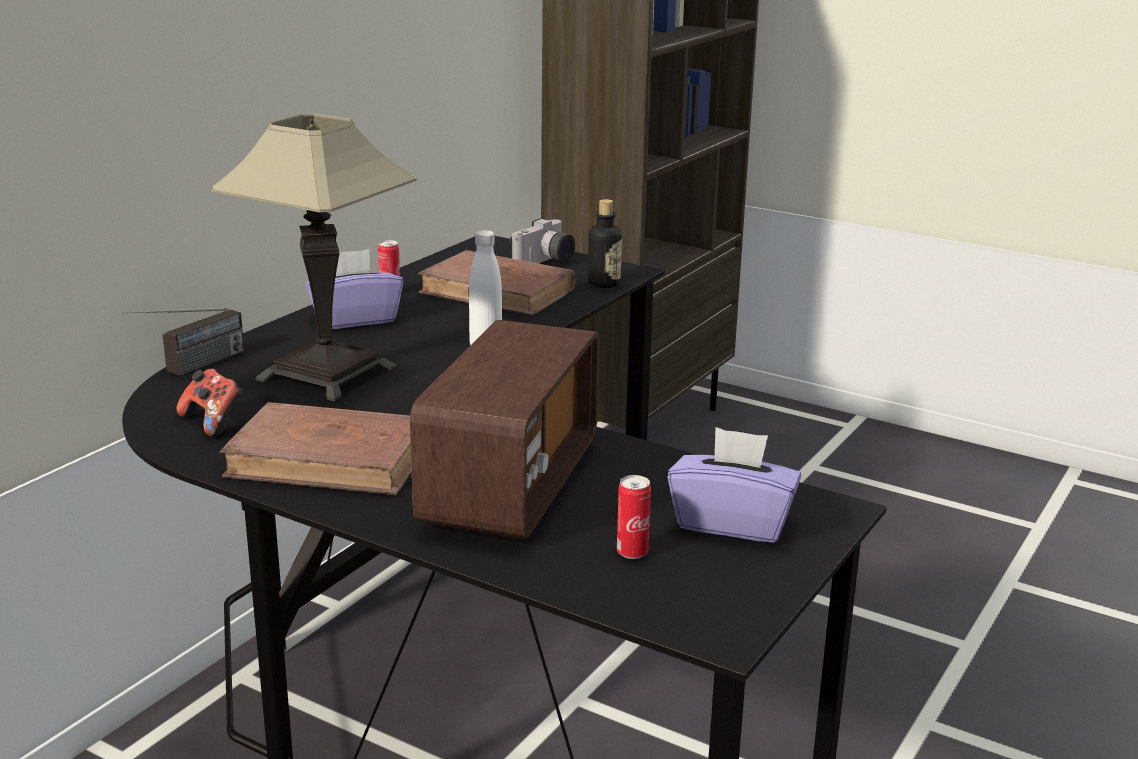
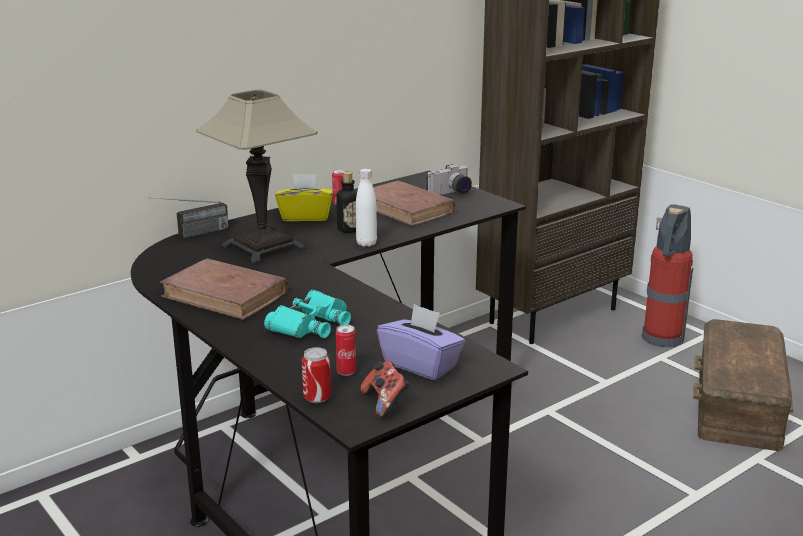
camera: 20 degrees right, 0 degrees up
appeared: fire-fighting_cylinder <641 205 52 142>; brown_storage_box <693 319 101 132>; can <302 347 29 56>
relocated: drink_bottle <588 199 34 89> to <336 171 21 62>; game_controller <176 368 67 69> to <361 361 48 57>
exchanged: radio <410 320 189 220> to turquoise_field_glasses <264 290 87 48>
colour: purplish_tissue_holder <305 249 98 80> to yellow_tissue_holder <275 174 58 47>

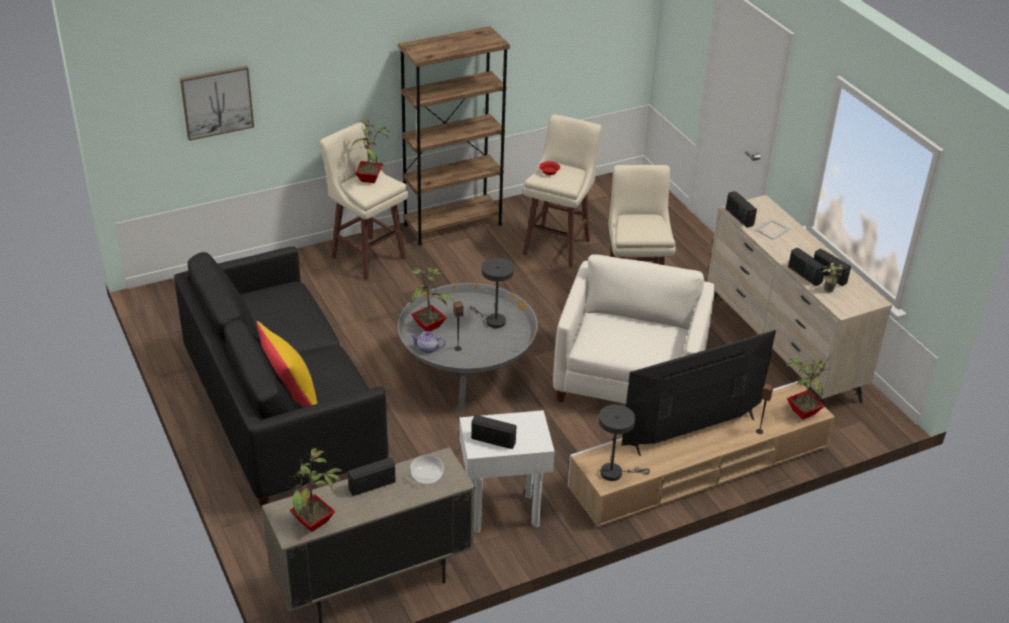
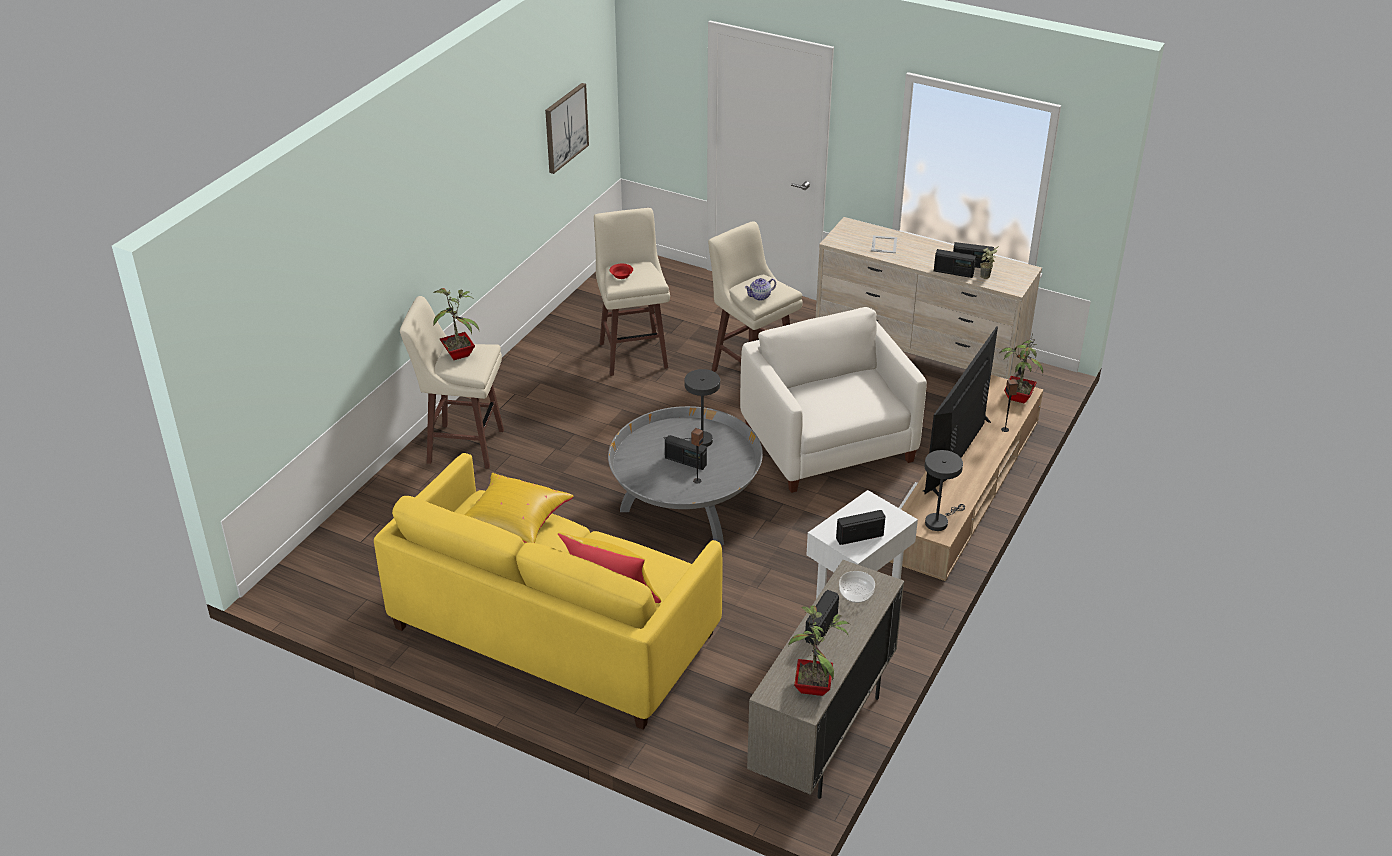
camera: 35 degrees left, 0 degrees up
missing: brown_bookcase <398 26 112 220>; potted_plant <410 267 44 64>
appeared: yellow_pillow <465 473 108 70>
relocated: wall_art <180 66 74 75> to <545 83 44 91>; radio <726 191 31 37> to <665 435 42 35>; teapot <410 331 35 22> to <745 278 31 23>
colour: blackish_sofa <174 246 215 262> to yellow_sofa <374 453 349 277>

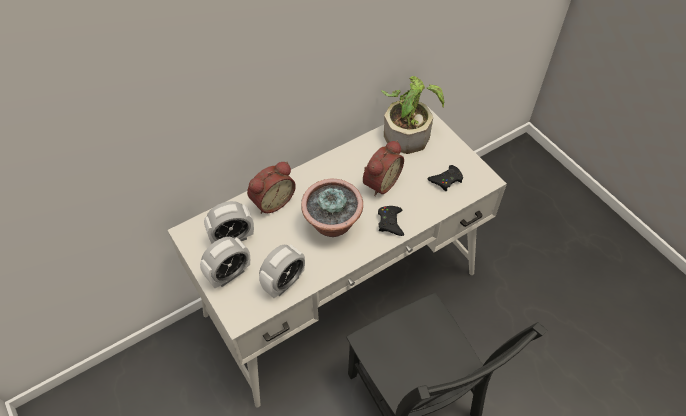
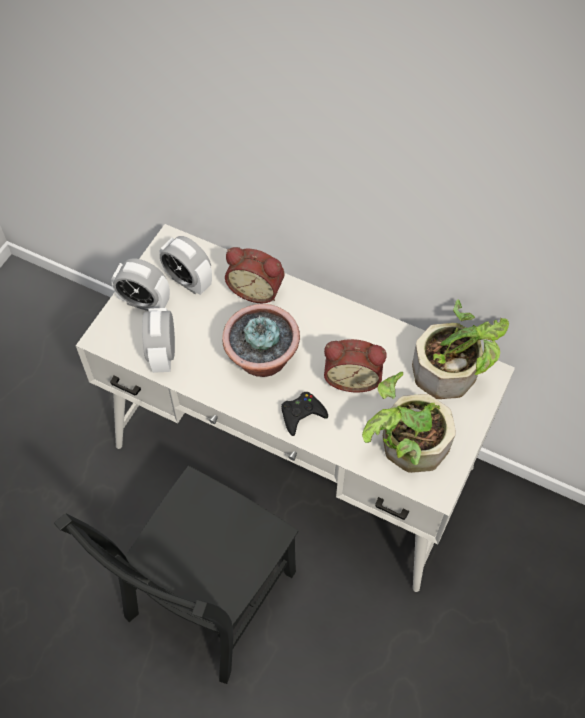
camera: 60 degrees right, 5 degrees up
exchanged: blackish_game_controller <427 165 36 26> to potted_plant <362 372 94 101>
spun: bedside_clock <259 245 46 53> = <142 308 33 65> 75 degrees clockwise

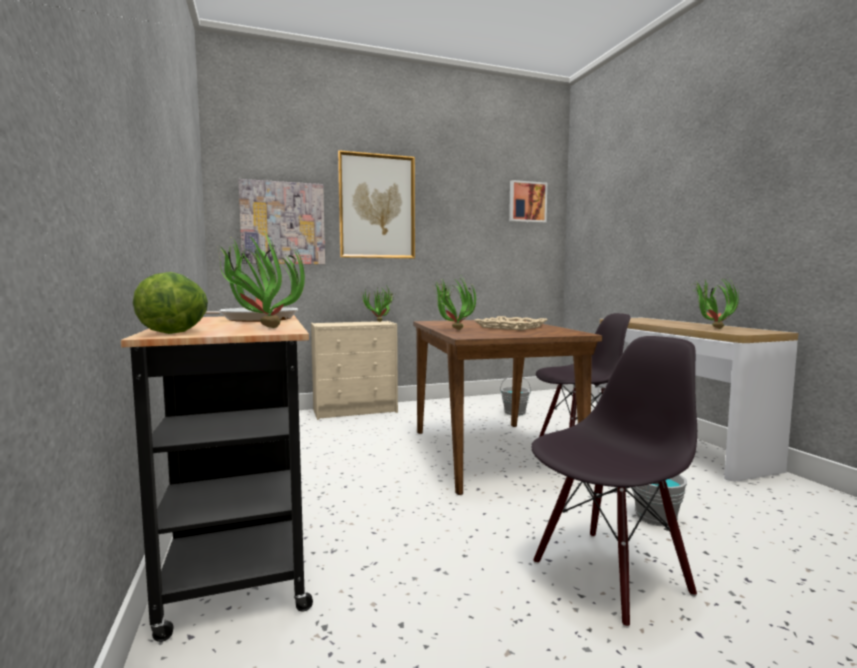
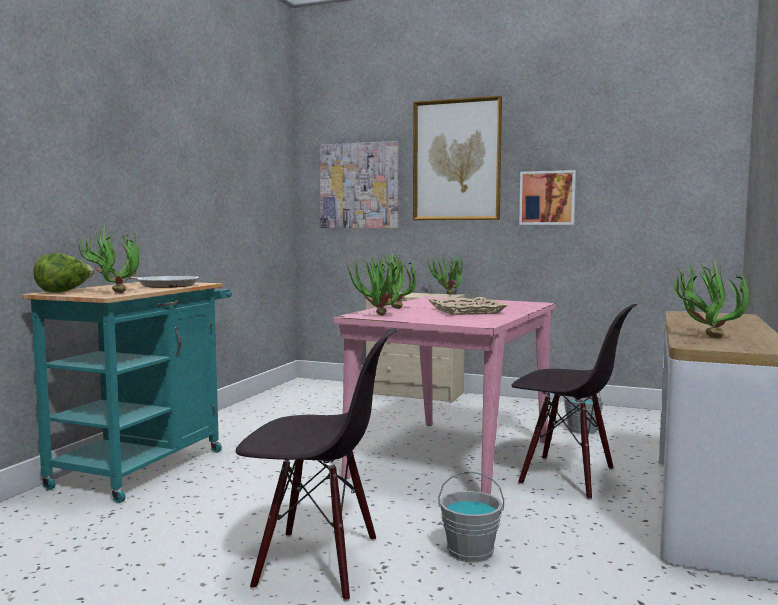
camera: 40 degrees right, 0 degrees up
appeared: potted_plant <347 251 54 65>
relocated: wall_art <509 180 38 43> to <519 170 57 55>
colour: blackish_cart <121 315 192 327> to turquoise_cart <21 282 211 221>; brown_kitchen_table <413 320 190 175> to pinkish_kitchen_table <333 296 223 198>

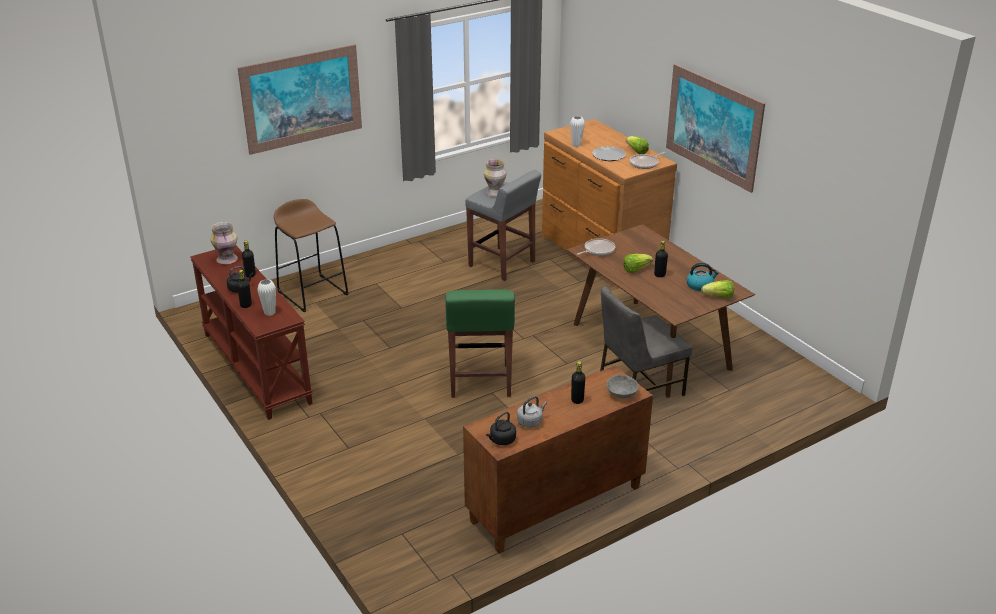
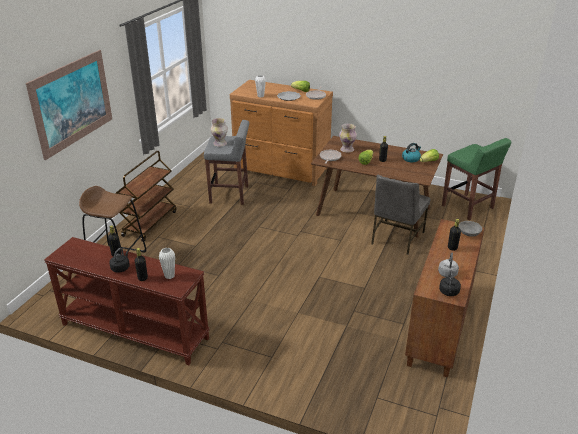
camera: 35 degrees left, 0 degrees up
missing: wall_art <666 64 99 129>
appeared: brown_cart <116 151 61 91>
relocated: flower_vase <210 222 28 42> to <339 124 18 28>; green-coloured_sitting_stool <445 289 70 109> to <442 138 69 82>

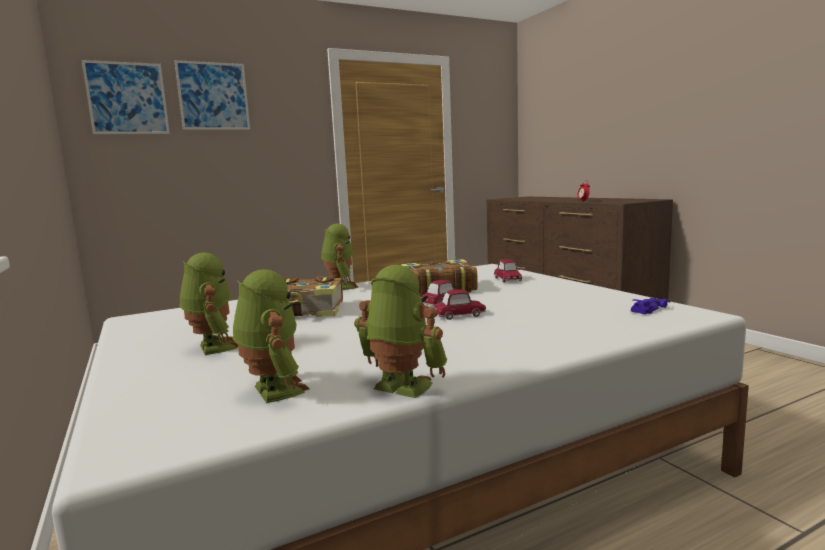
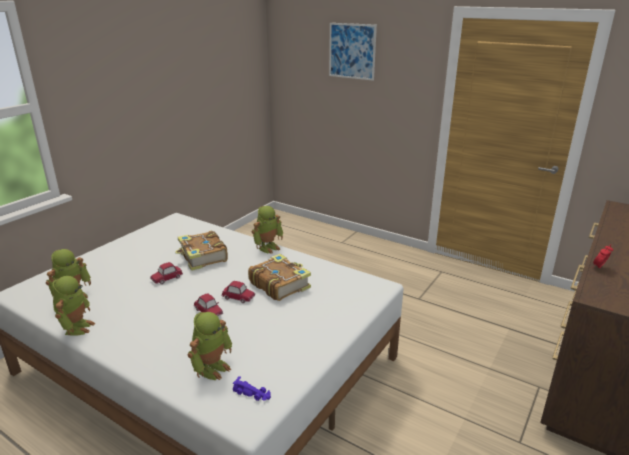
camera: 60 degrees right, 15 degrees up
missing: wall_art <82 60 88 74>
relocated: toy_robot <179 252 59 103> to <188 312 44 68>; model_car <494 259 28 23> to <150 262 33 22>

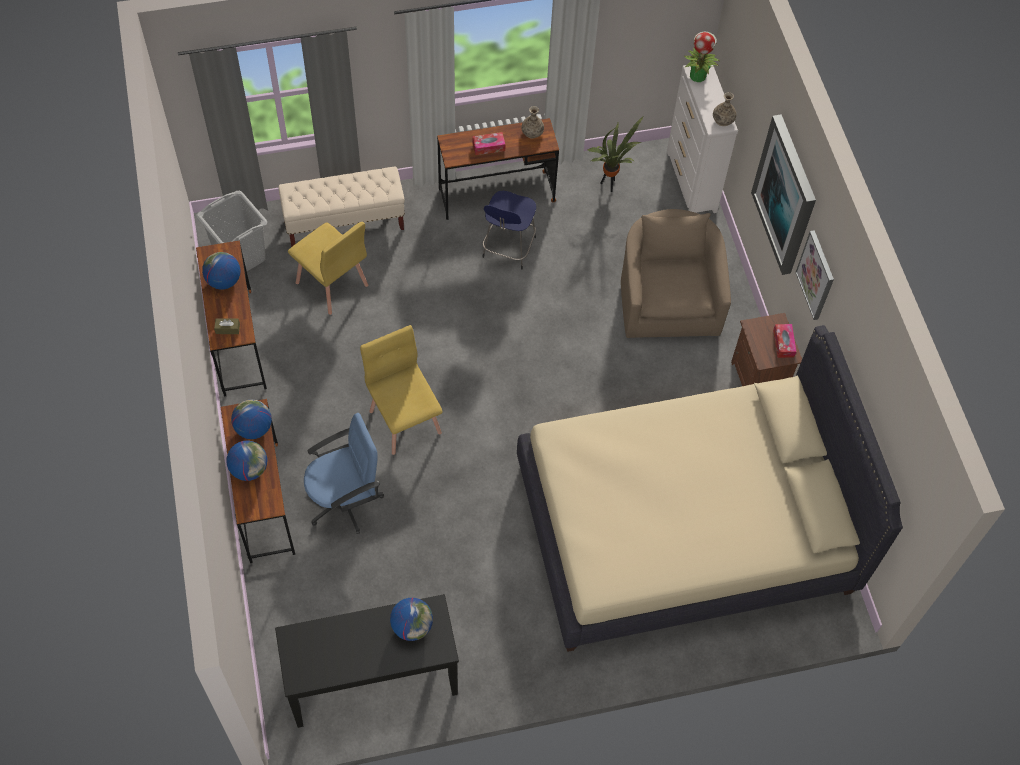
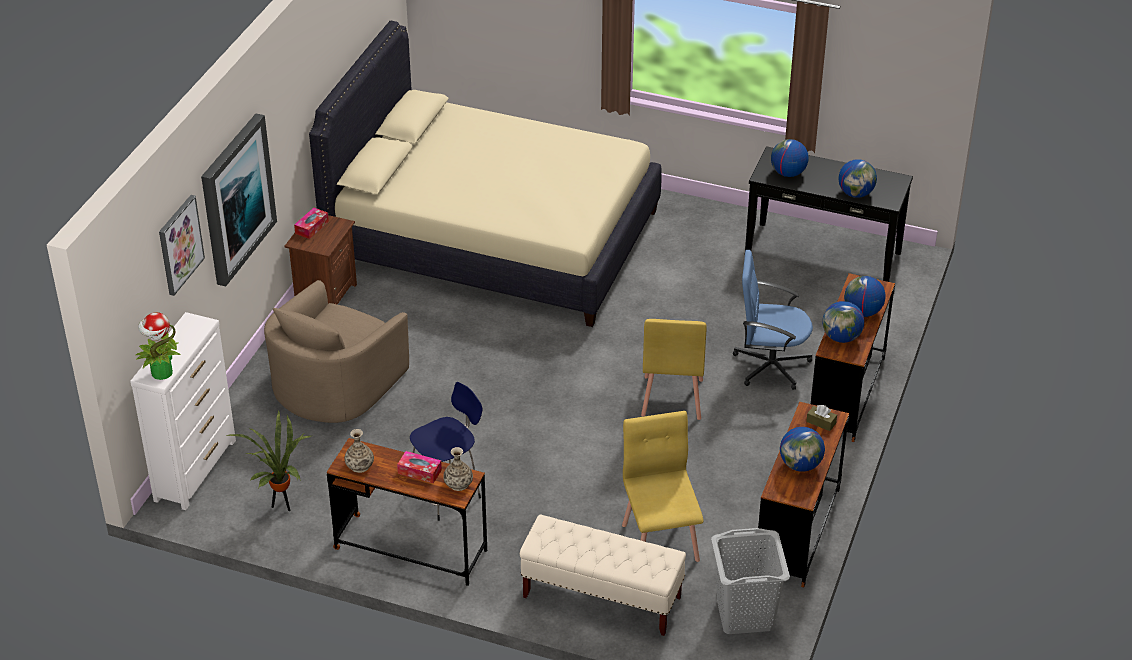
camera: 145 degrees left, 20 degrees down
appeared: globe <838 159 39 39>
relocated: flower_vase <713 92 23 34> to <443 447 30 44>; wall_art <795 230 39 90> to <159 195 46 101>

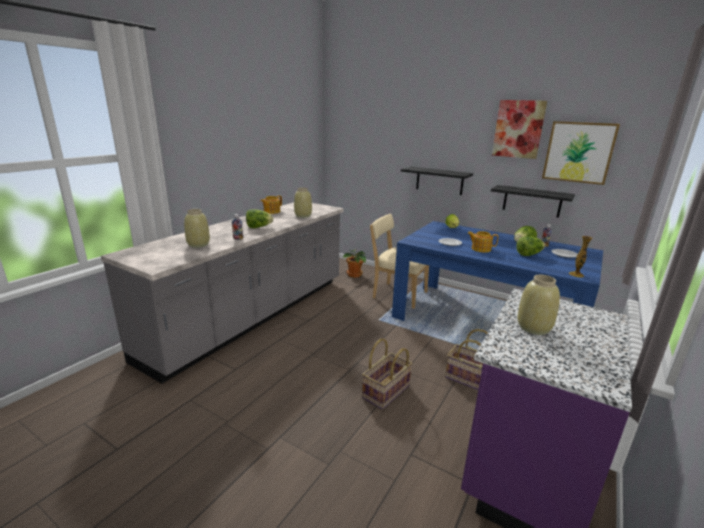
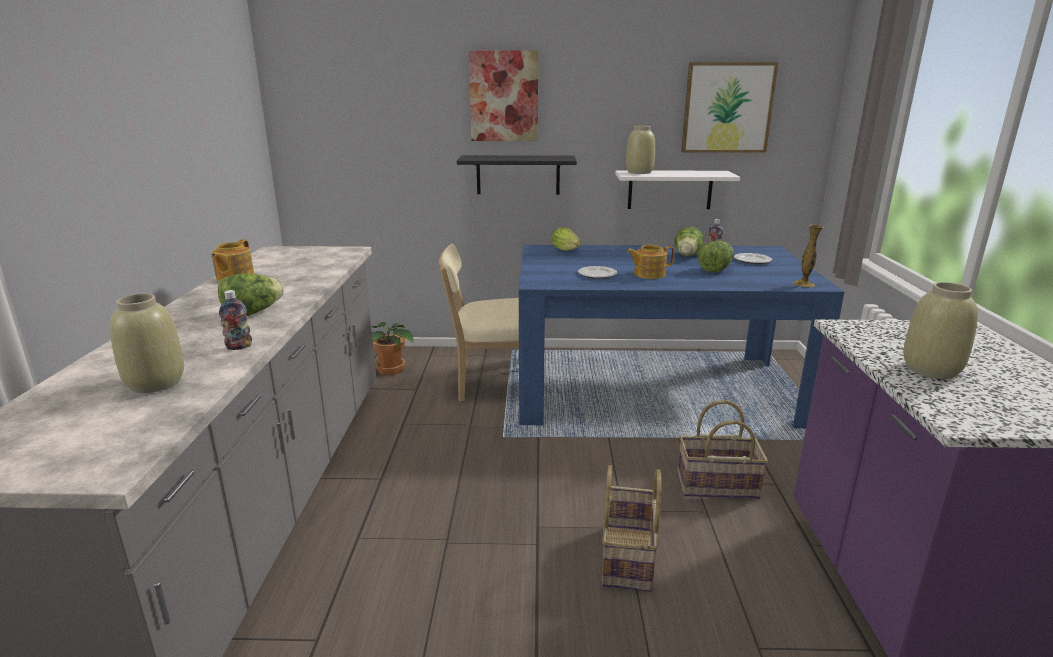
camera: 30 degrees left, 0 degrees up
relocated: wall_art <492 100 55 59> to <469 51 69 90>; beige_flower_vase <294 188 18 30> to <626 126 29 48>
colour: blackish_bracket_shelf <491 185 84 33> to white-coloured_bracket_shelf <615 170 125 39>

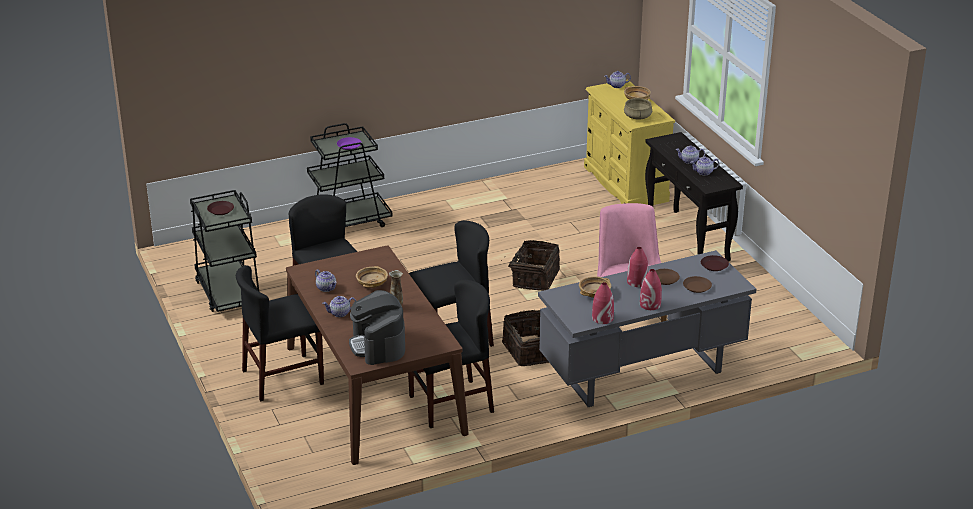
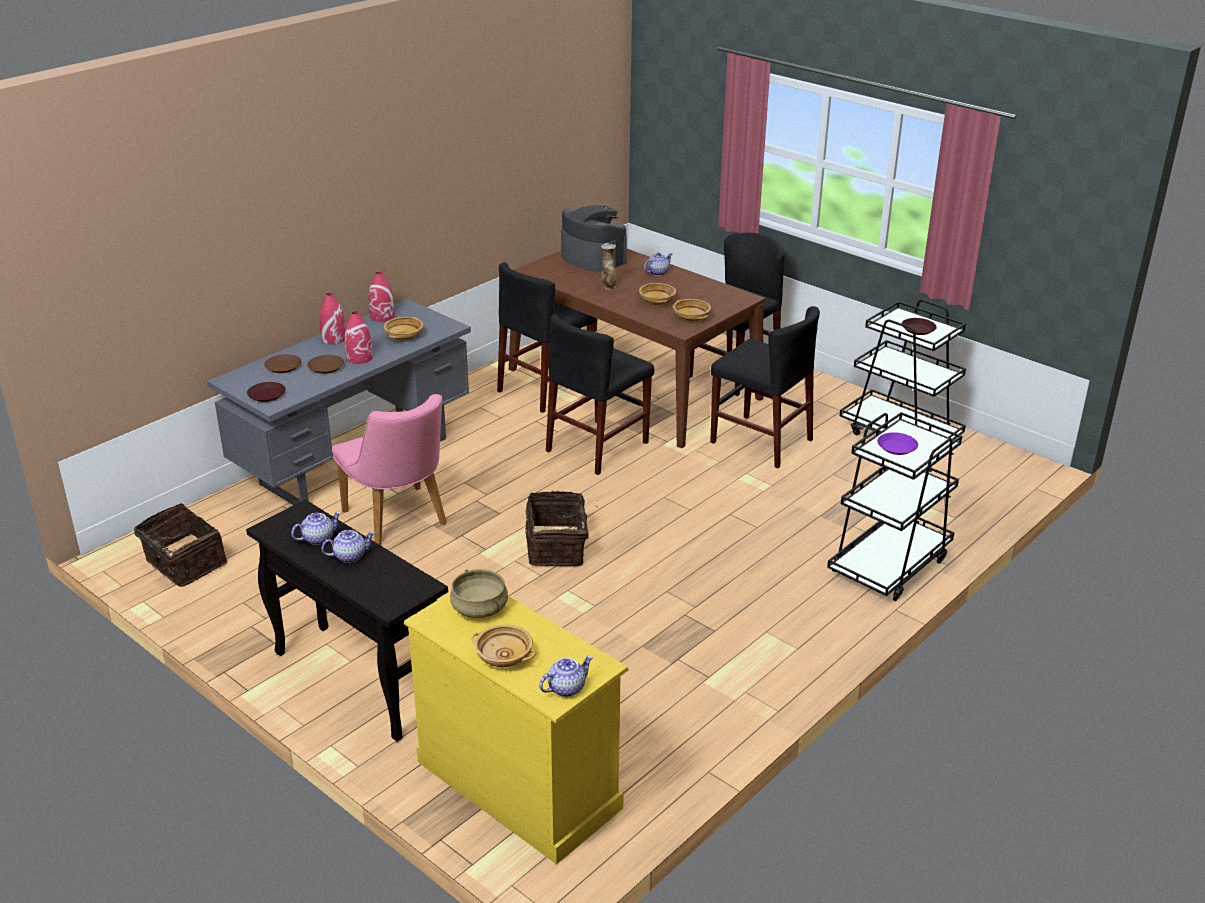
camera: 155 degrees right, 0 degrees up
missing: teapot <315 269 21 23>
appeared: beige_serving_bowl <673 299 38 23>
relocated: household_basket <502 310 47 56> to <134 503 93 84>

